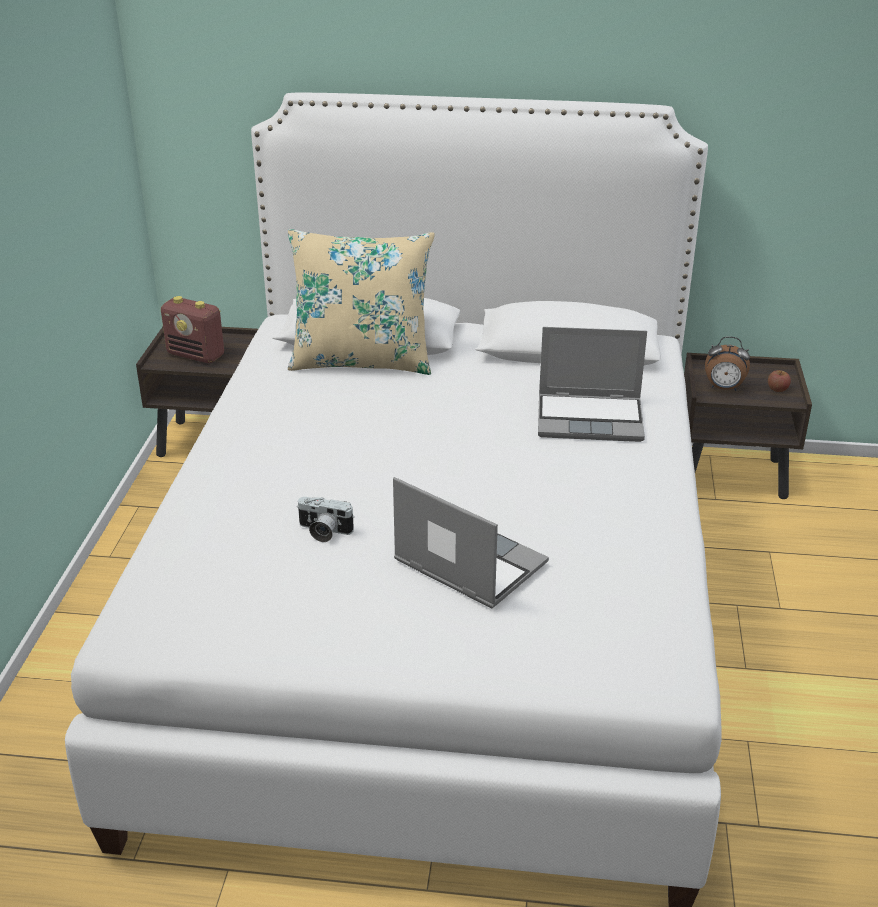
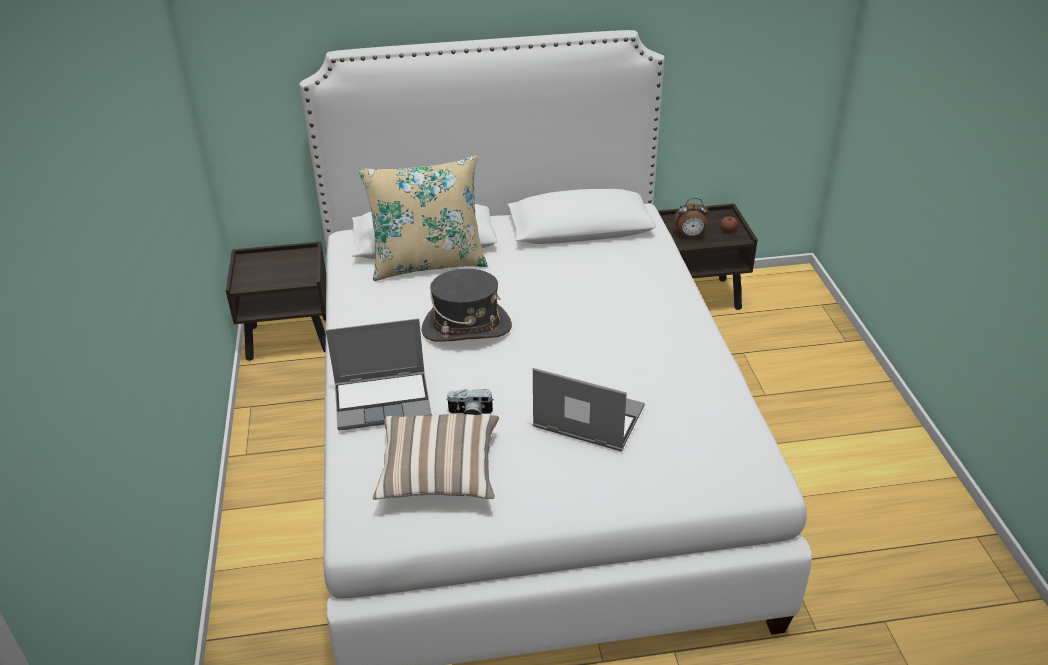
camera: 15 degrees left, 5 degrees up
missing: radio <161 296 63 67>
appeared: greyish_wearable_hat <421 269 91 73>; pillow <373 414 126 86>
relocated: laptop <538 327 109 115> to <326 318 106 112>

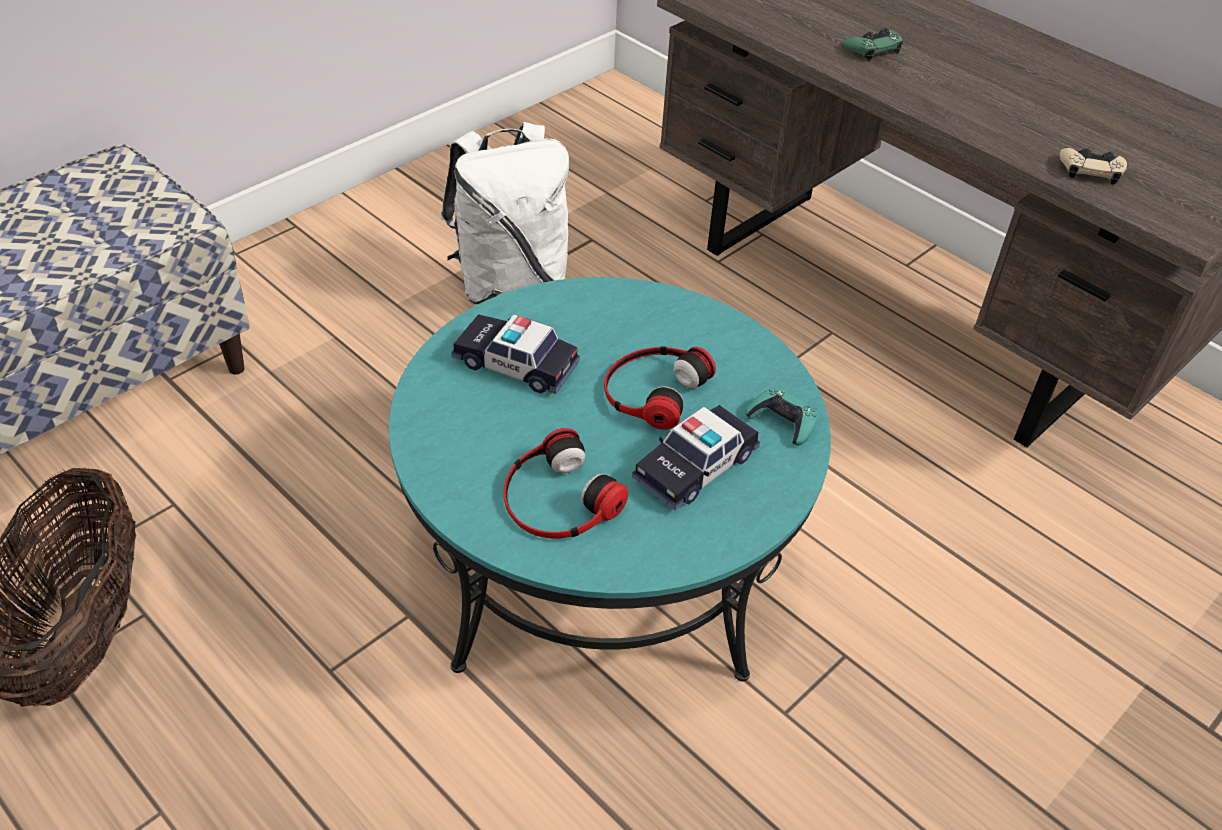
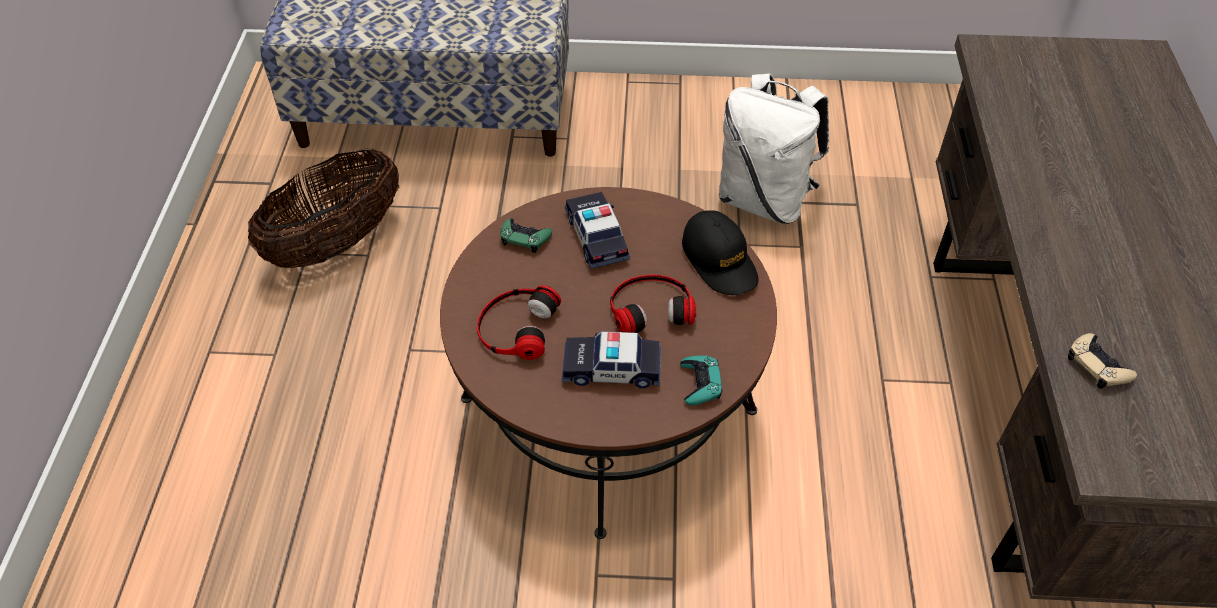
camera: 50 degrees right, 5 degrees up
appeared: blackish_cap <682 210 77 85>
relocated: green-coloured_game_controller <843 28 60 33> to <500 218 52 35>
colour: turquoise_low_table <389 277 442 404> to brown_low_table <440 187 337 352>

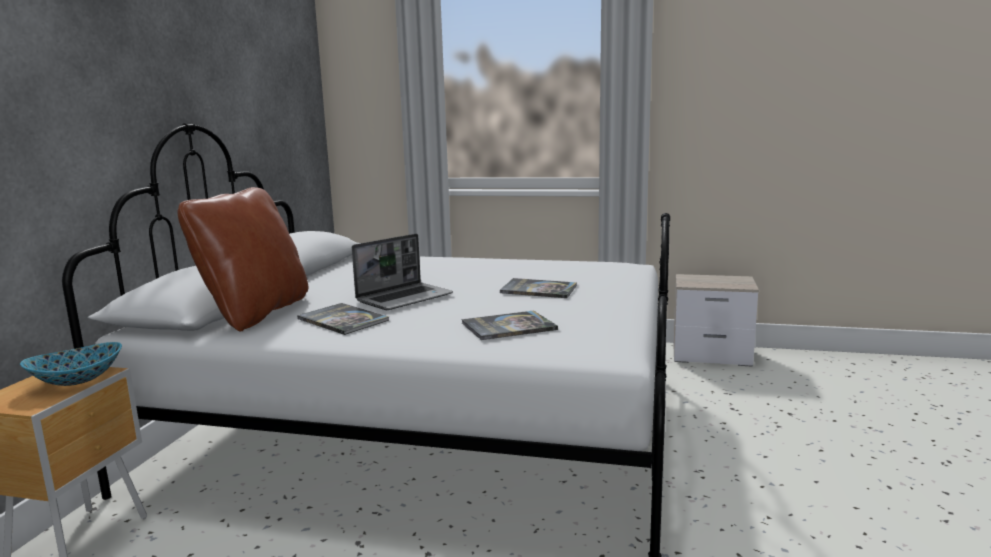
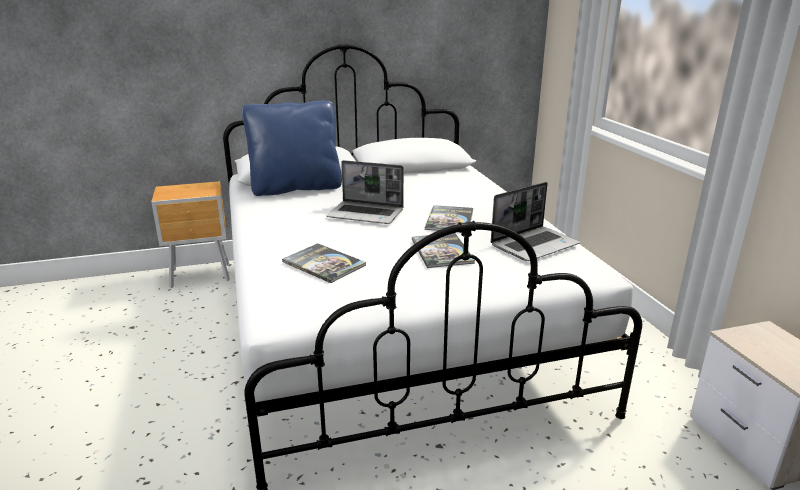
camera: 60 degrees right, 10 degrees up
missing: serving_bowl <20 342 102 44>
appeared: laptop <491 182 89 79>
relocated: volume <297 303 92 32> to <425 205 48 26>
colour: brown_pillow <177 187 132 144> to bluish_pillow <242 100 100 96>

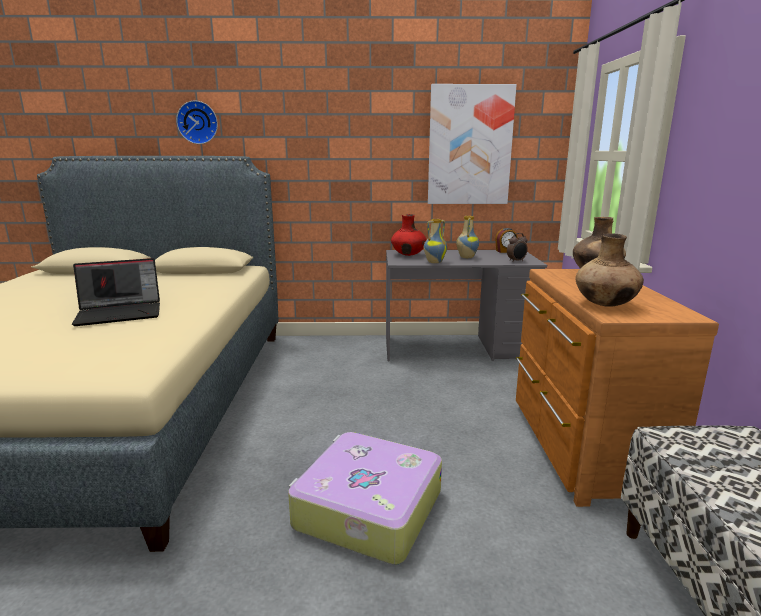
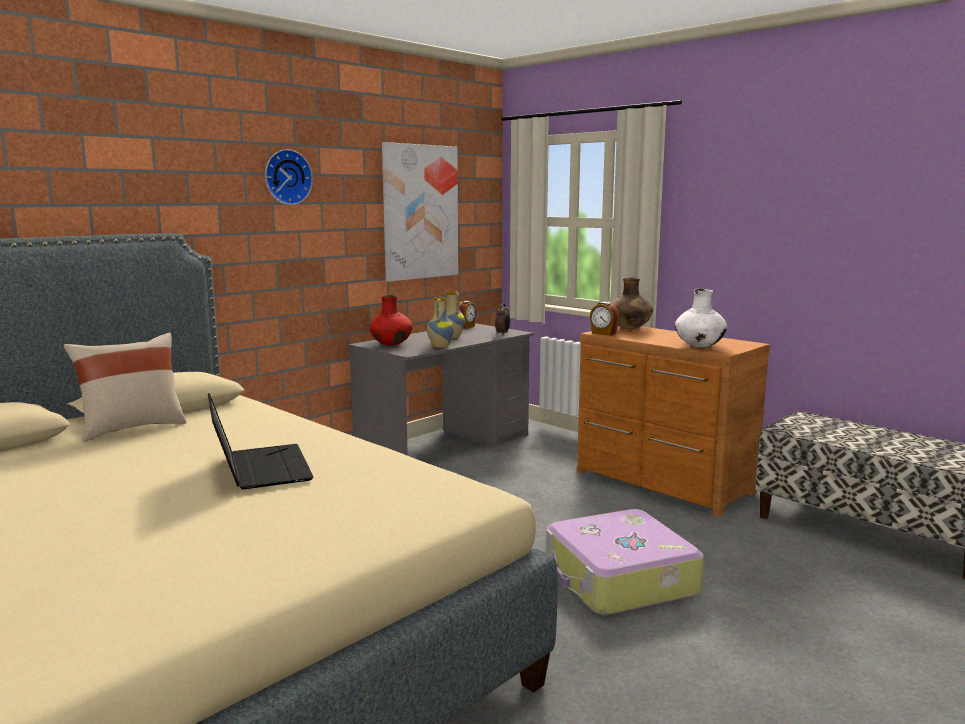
camera: 45 degrees left, 5 degrees down
appeared: bedside_clock <590 302 29 34>; beige_pillow <63 333 124 109>
relocated: wall_clock <176 100 42 44> to <265 149 48 56>
colour: brown_flower_vase <576 233 68 74> to white-coloured_flower_vase <675 289 52 58>
spun: laptop <72 258 88 68> = <208 393 105 97> 45 degrees counterclockwise

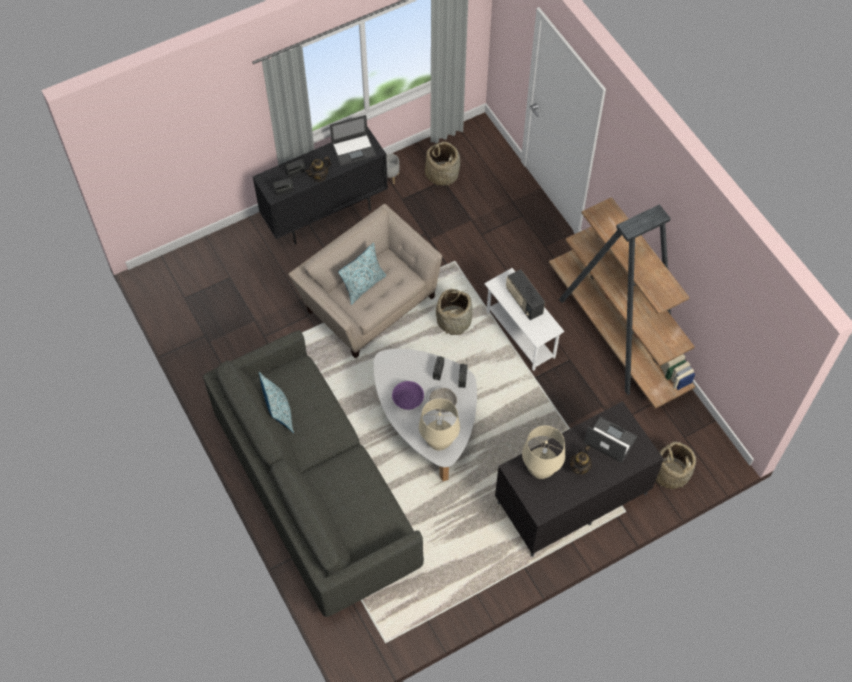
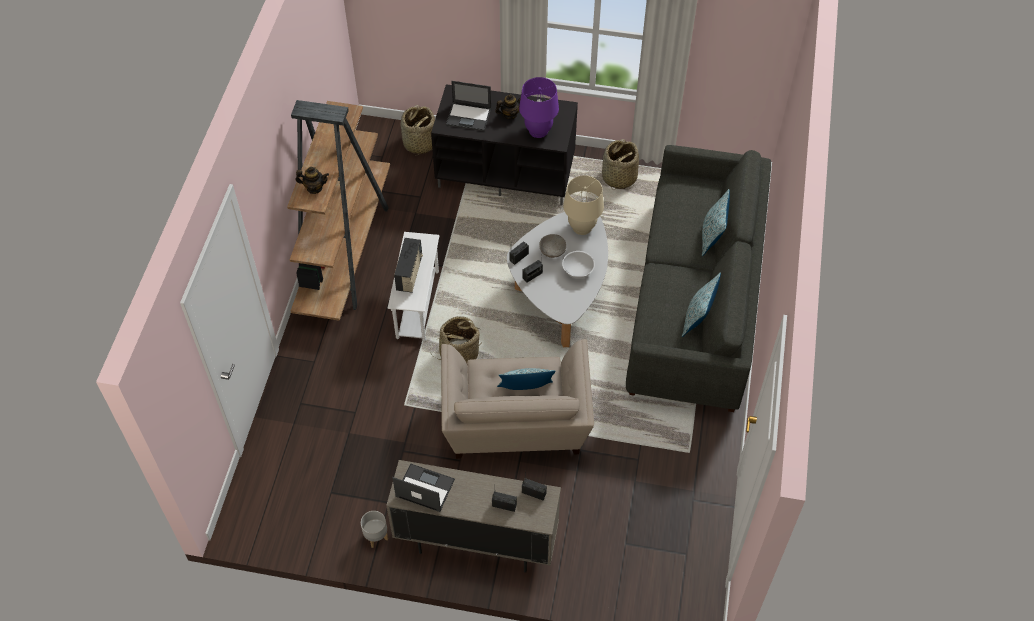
camera: 140 degrees left, 5 degrees down
appeared: pillow <702 189 28 67>
relocated: household_basket <425 141 35 45> to <602 139 37 51>; teapot <305 157 26 25> to <295 167 34 27>
colour: blackish_cabinet <253 127 135 118> to beige_cabinet <386 460 175 113>; purplish_serving_bowl <392 381 32 29> to white-coloured_serving_bowl <562 251 33 27>; beige_table_lamp <522 426 43 53> to purplish_table_lamp <519 77 40 61>
spun: laptop <584 417 54 46> = <446 81 45 50> 60 degrees counterclockwise

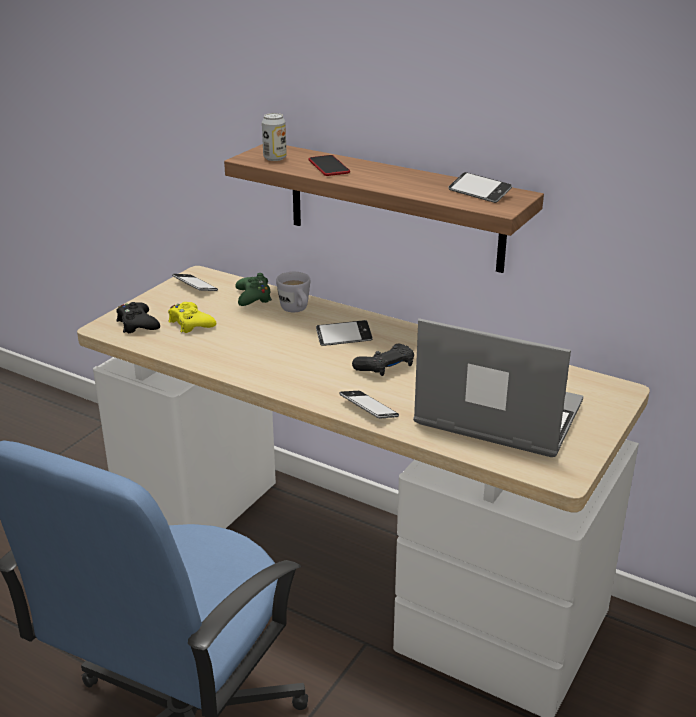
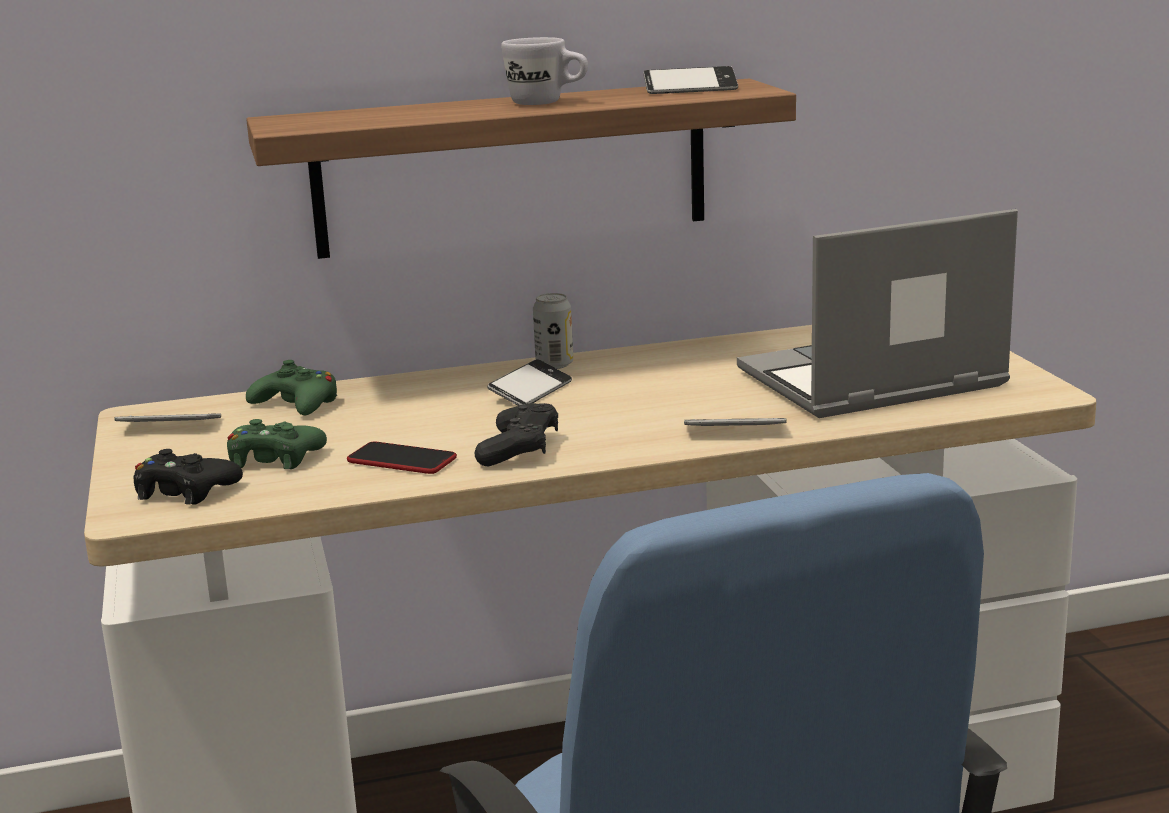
camera: 45 degrees left, 10 degrees down
relocated: can <262 113 25 48> to <533 293 40 76>; handset <309 155 41 21> to <347 442 110 32>; white-coloured_mug <276 272 34 40> to <501 37 87 68>; blackish_game_controller <352 344 62 32> to <475 403 83 63>
colour: yellow_game_controller <168 302 48 31> to green-coloured_game_controller <227 419 100 50>

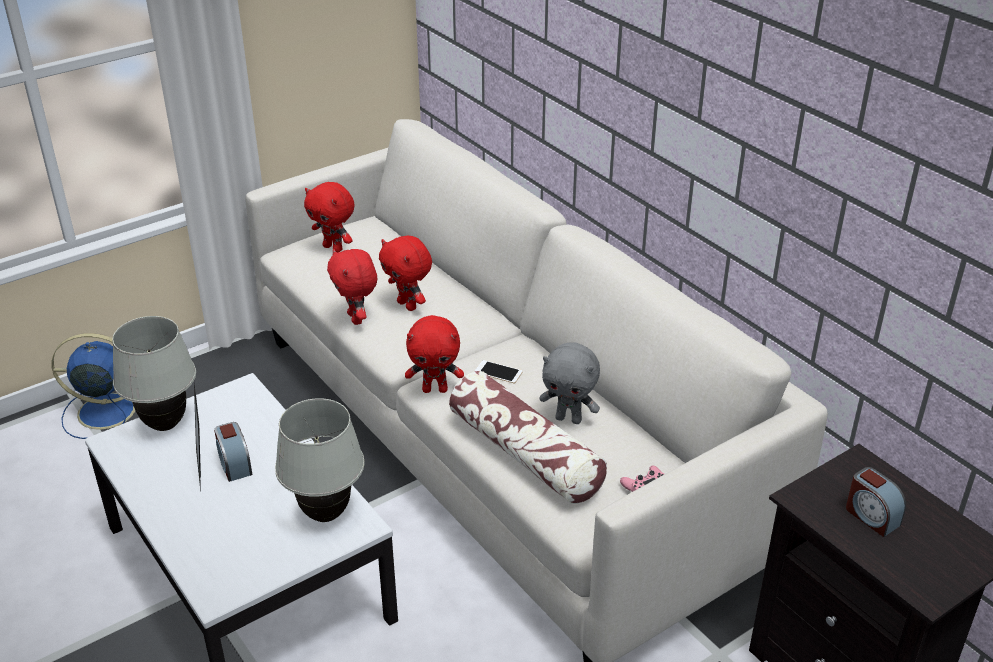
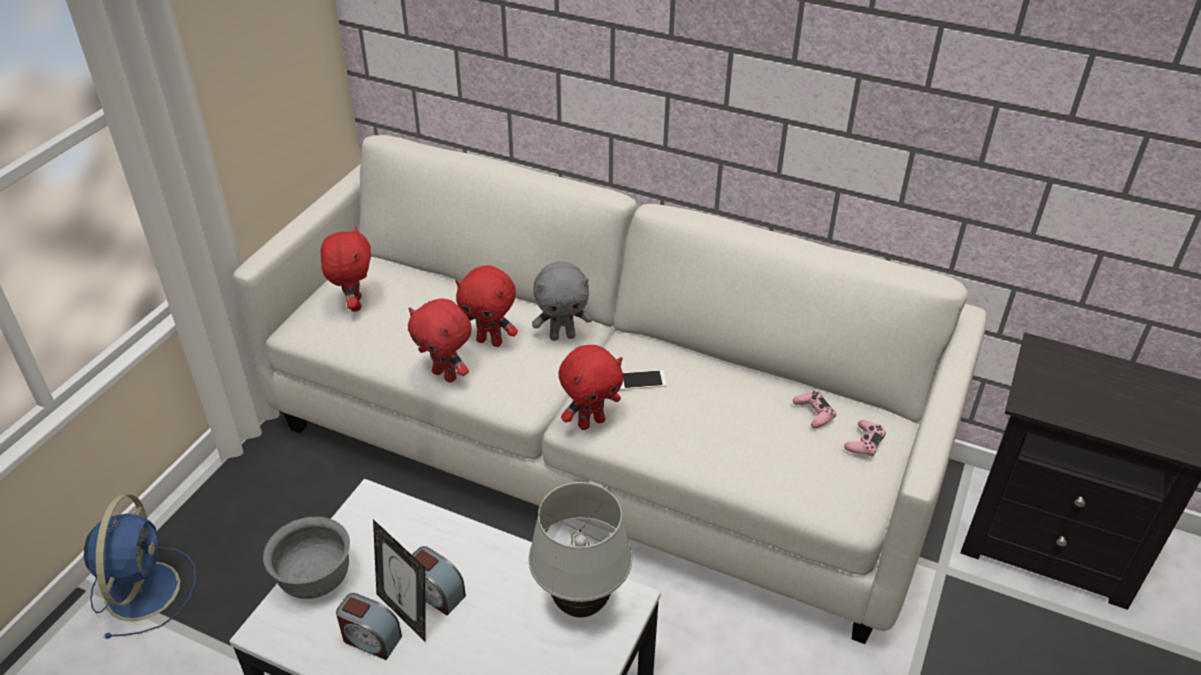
camera: 30 degrees left, 5 degrees up
missing: pillow <449 371 158 133>
appeared: pinkish_game_controller <793 390 43 38>
relocated: greyish_plush_toy <539 342 61 82> to <532 262 60 79>; bedside_clock <846 467 60 70> to <336 593 66 67>
exchanged: white-coloured_table_lamp <112 316 84 115> to greyish_serving_bowl <263 517 87 82>
spun: red-coloured_plush_toy <304 182 51 70> = <320 226 51 86> 105 degrees counterclockwise; bluish_electric_fan <51 333 84 106> = <84 494 112 144> 120 degrees clockwise

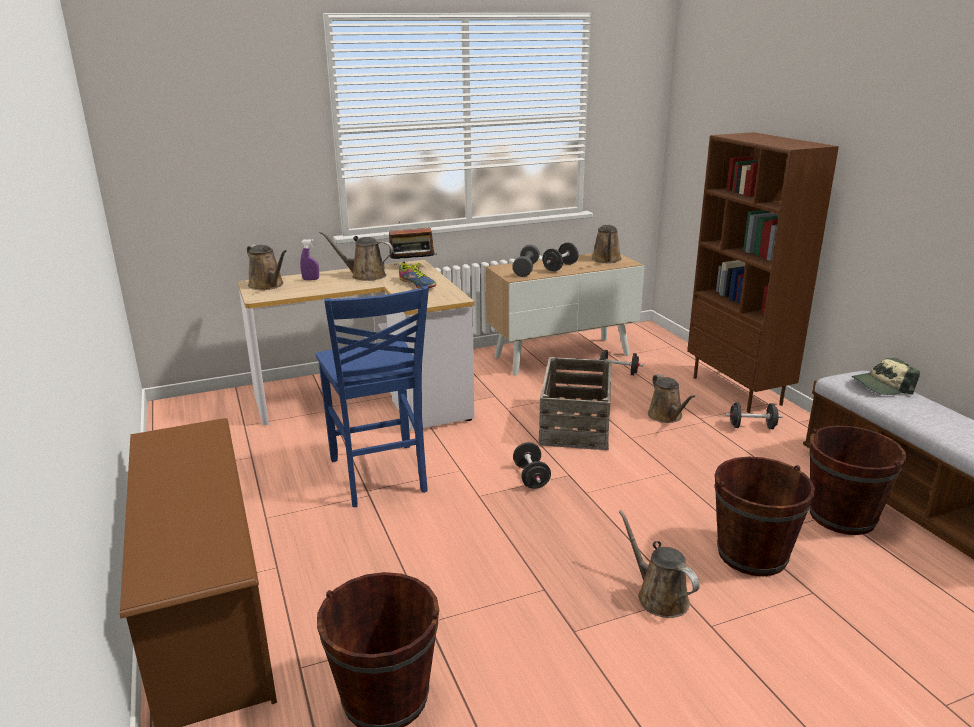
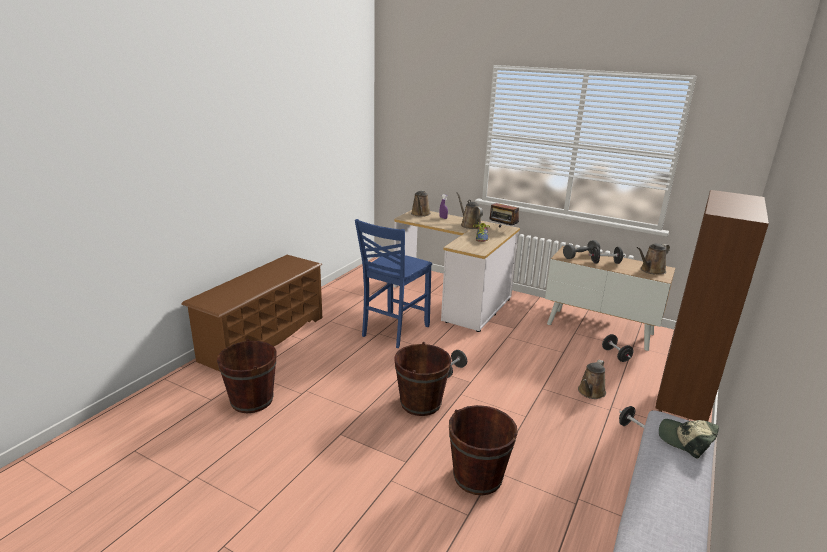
camera: 50 degrees right, 0 degrees up
missing: shipping_crate <539 357 73 93>; brown_watering_can <619 510 81 108>
relocated: brown_bucket <809 426 97 109> to <394 342 57 74>

